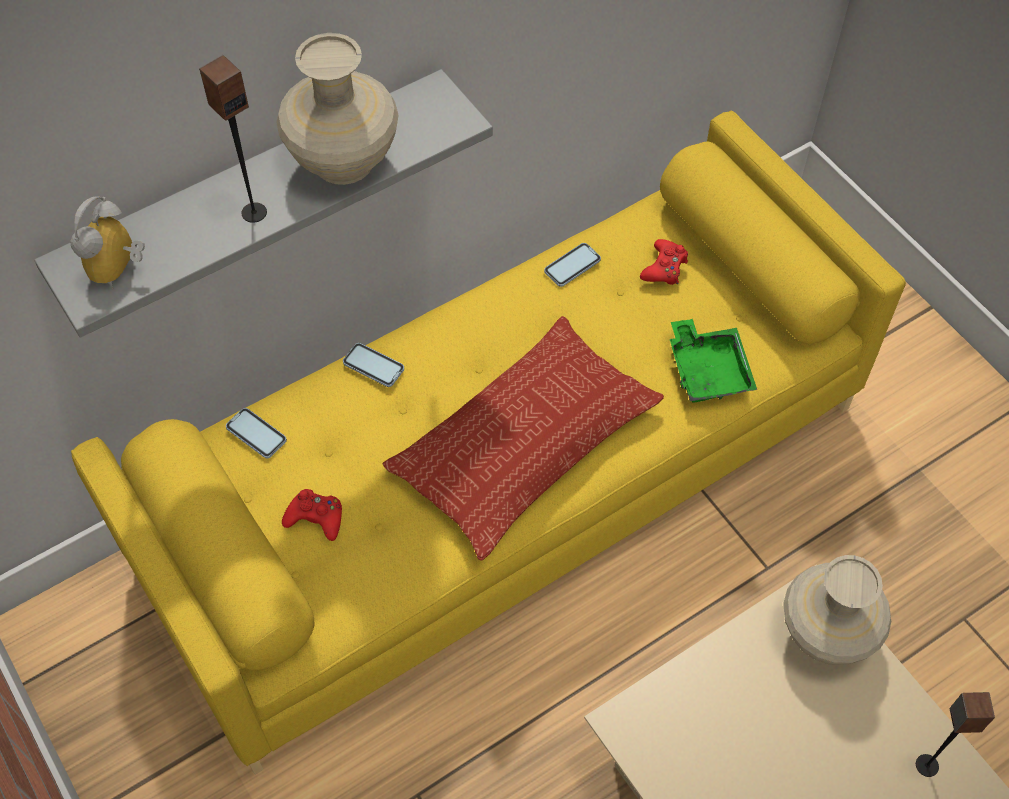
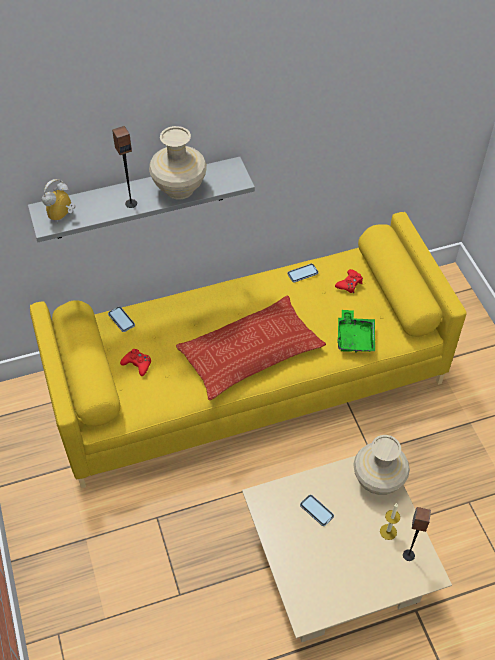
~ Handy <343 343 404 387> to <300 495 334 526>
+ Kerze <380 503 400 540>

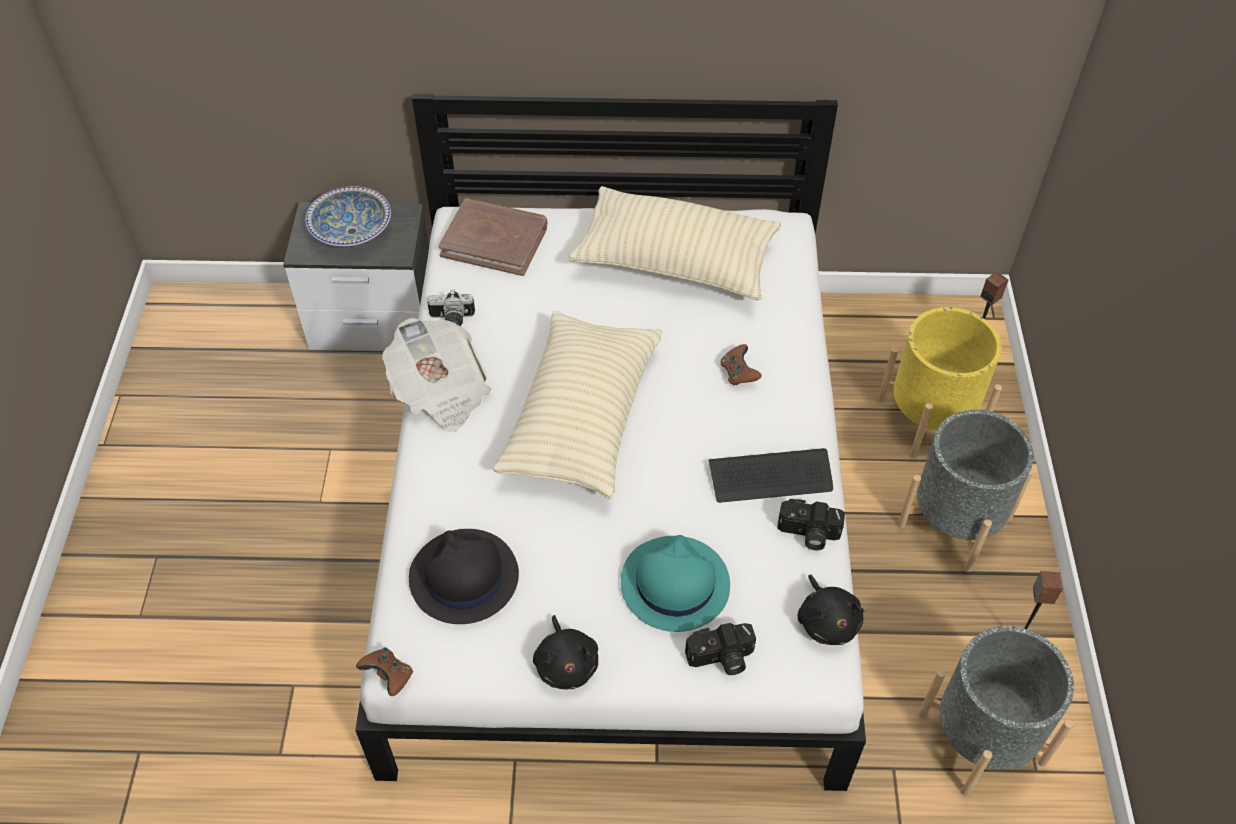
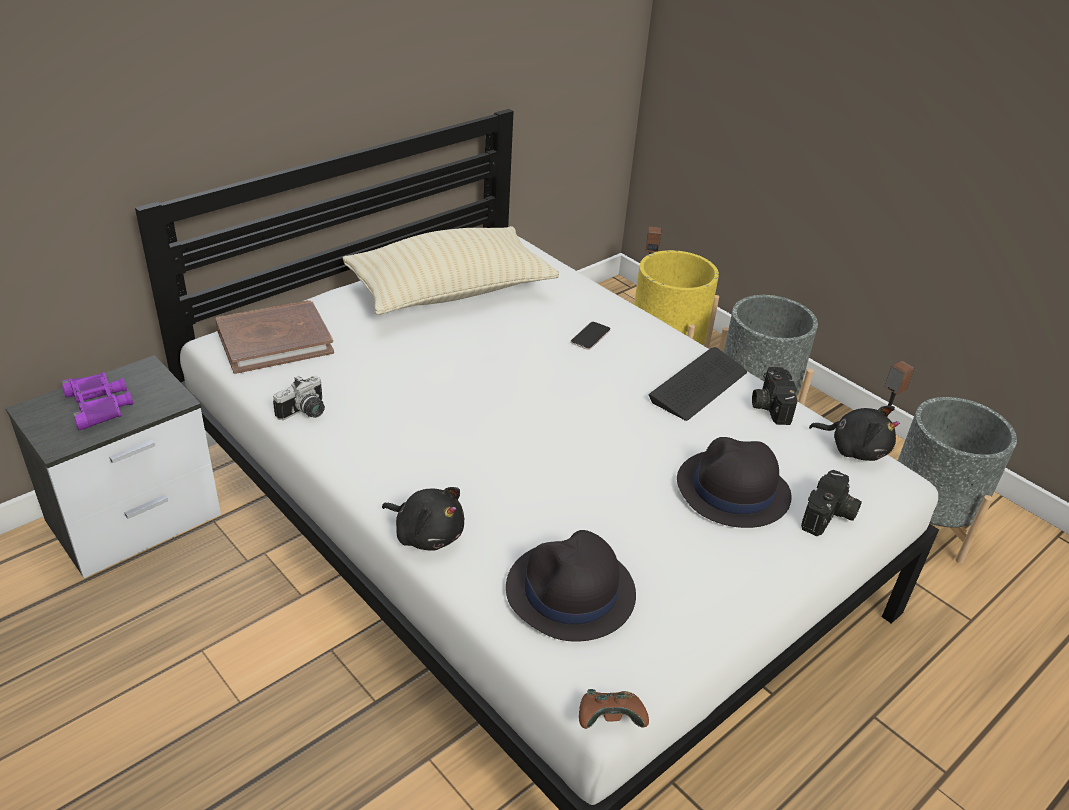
~ Schüssel <306 186 391 247> to Fernglas/lila <61 372 133 430>
- Zeitung <382 318 491 432>
- Kissen/beige <493 311 662 499>
~ Plüschtier/schwarz <533 615 598 689> to <382 487 464 551>
~ Hut/türkis <621 535 730 632> to Hut/schwarz <677 437 792 528>
~ Gamepad/braun <720 344 762 386> to Handy <570 322 611 350>
~ Kamera <777 499 845 550> = <752 367 798 425> 120 degrees clockwise

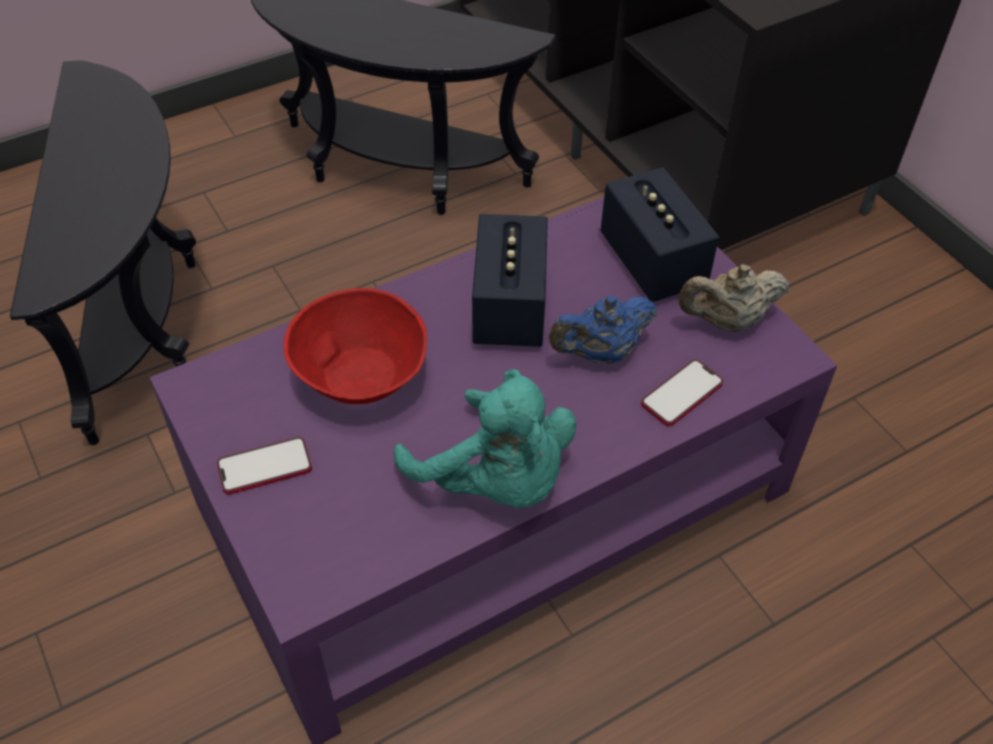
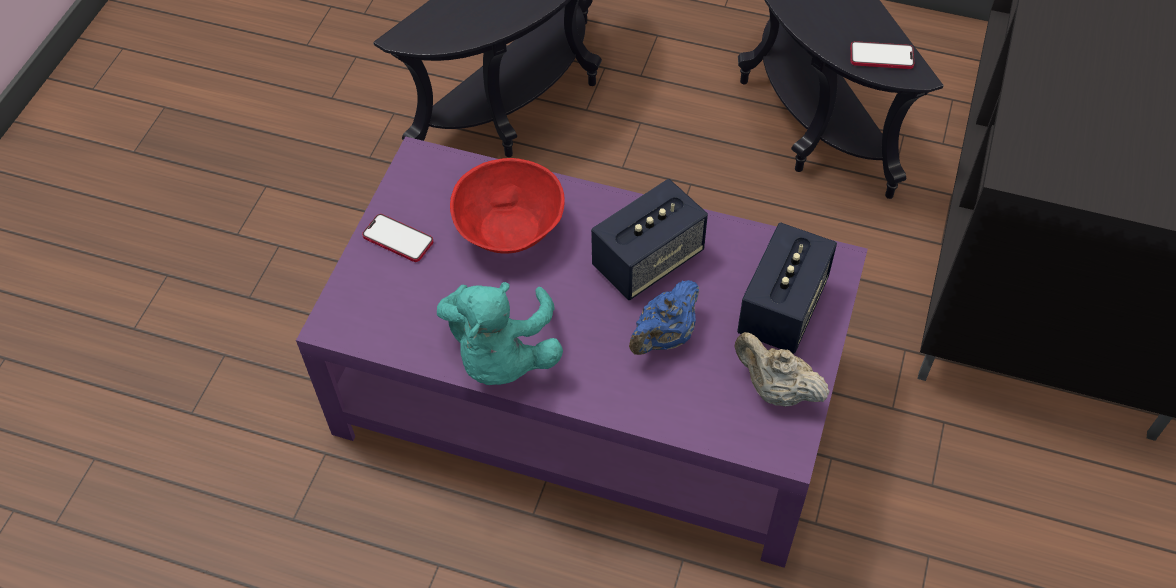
~ Teekanne/blau <549 296 657 363> = <629 280 699 355> 75 degrees counterclockwise
~ Handy <641 360 723 426> to <850 41 914 69>

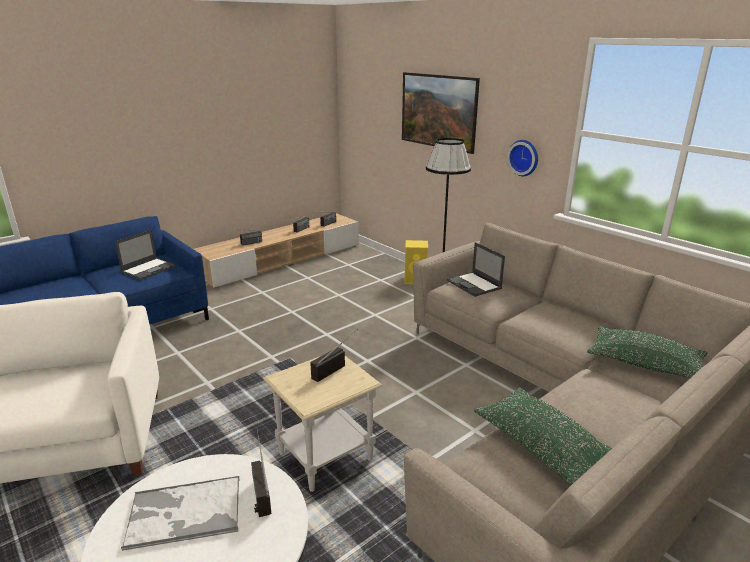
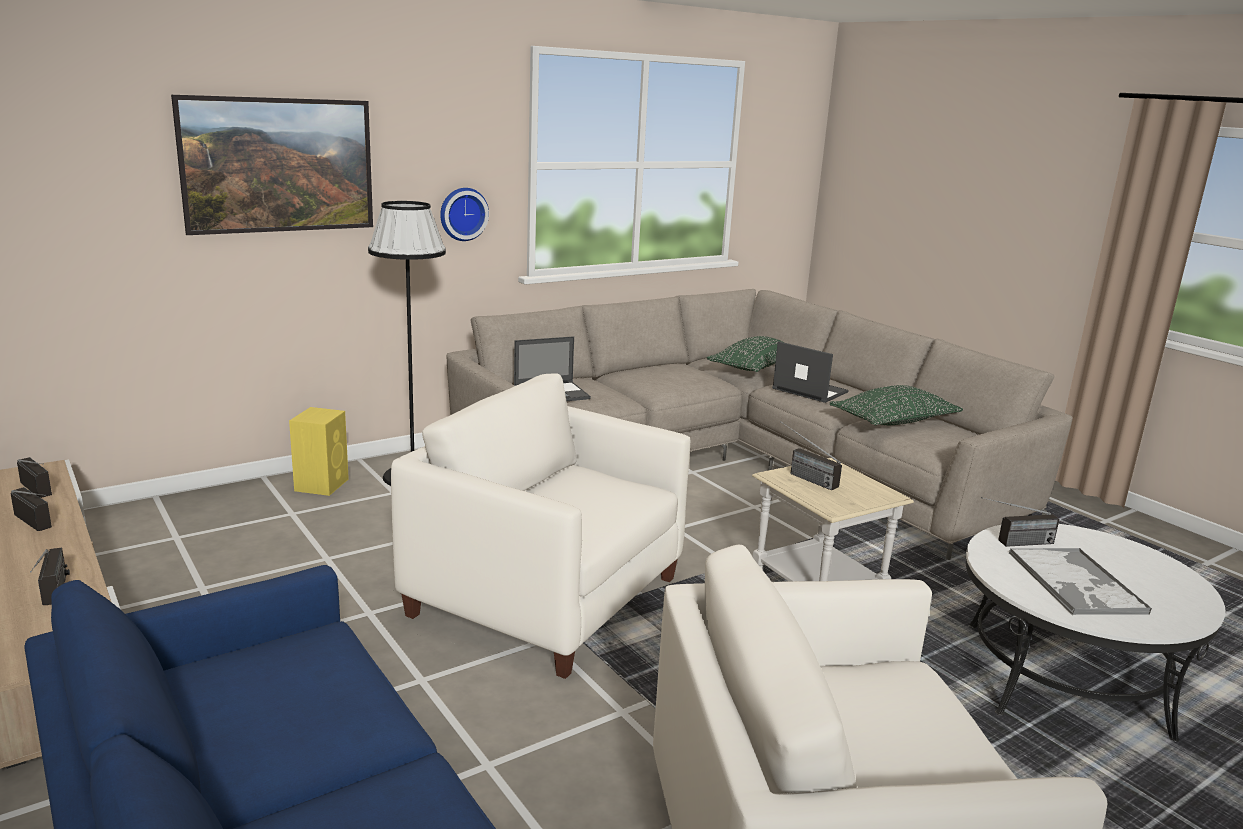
~ Laptop <115 229 176 280> to <772 341 849 403>
+ Sessel/weiß <391 373 690 679>

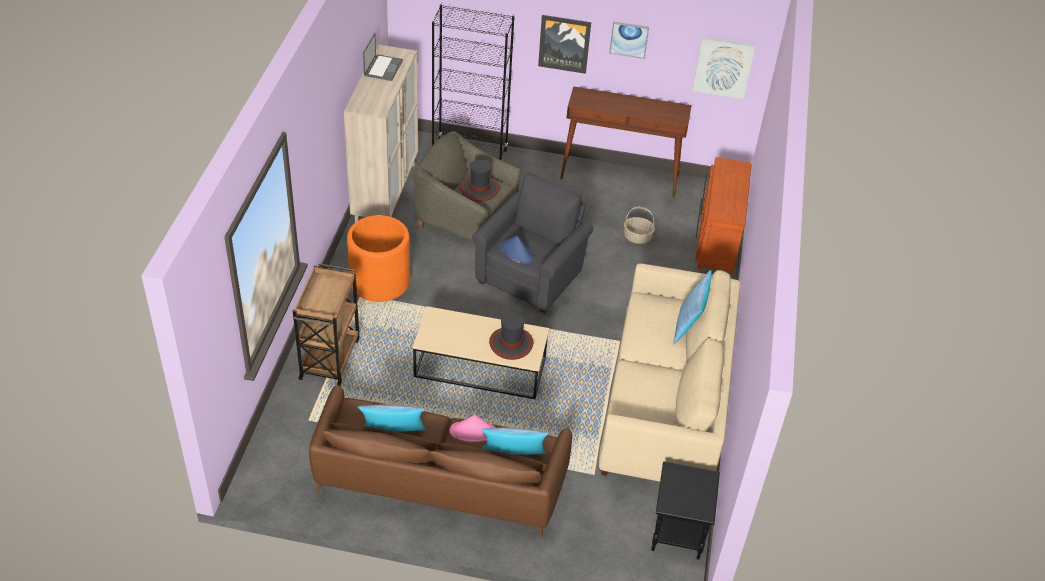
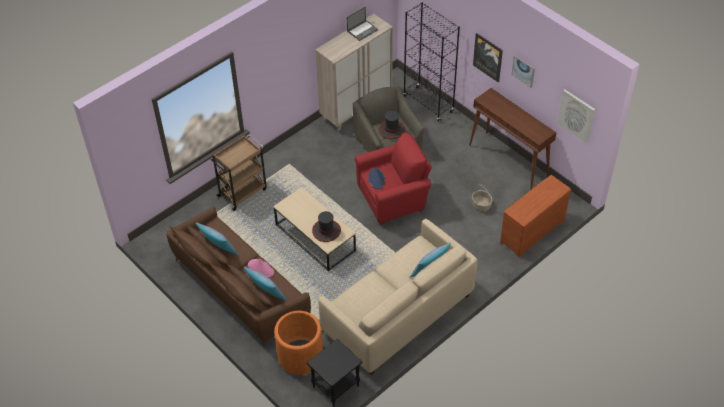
~ Pflanzkübel/orange <347 215 410 302> to <274 311 323 375>
~ Sessel/grau <472 173 593 313> to Sessel/rot <355 133 432 225>

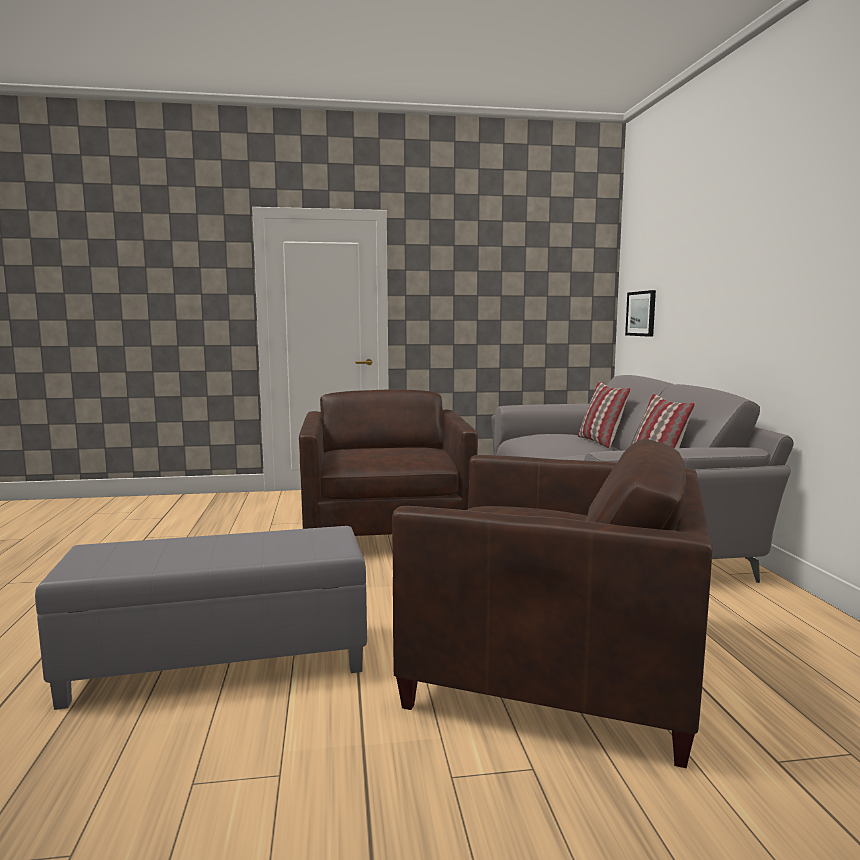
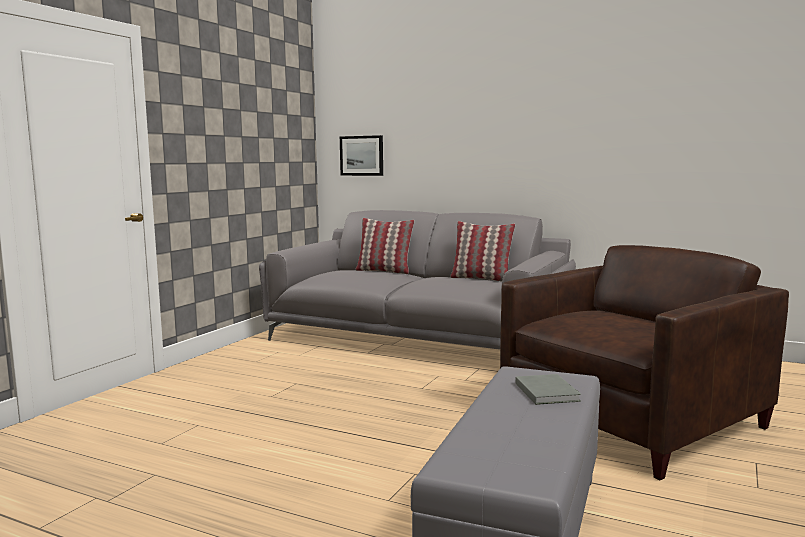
- Sessel/braun <299 390 478 536>
+ Buch/grau <515 374 581 405>

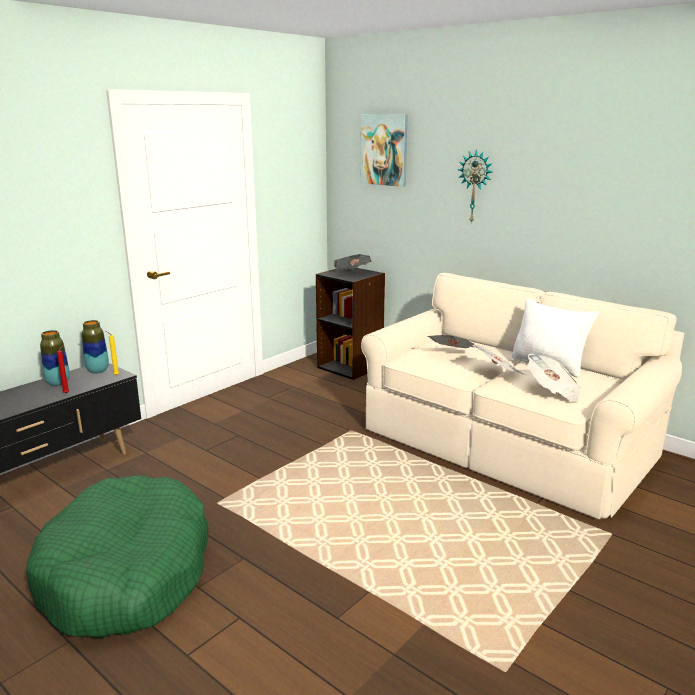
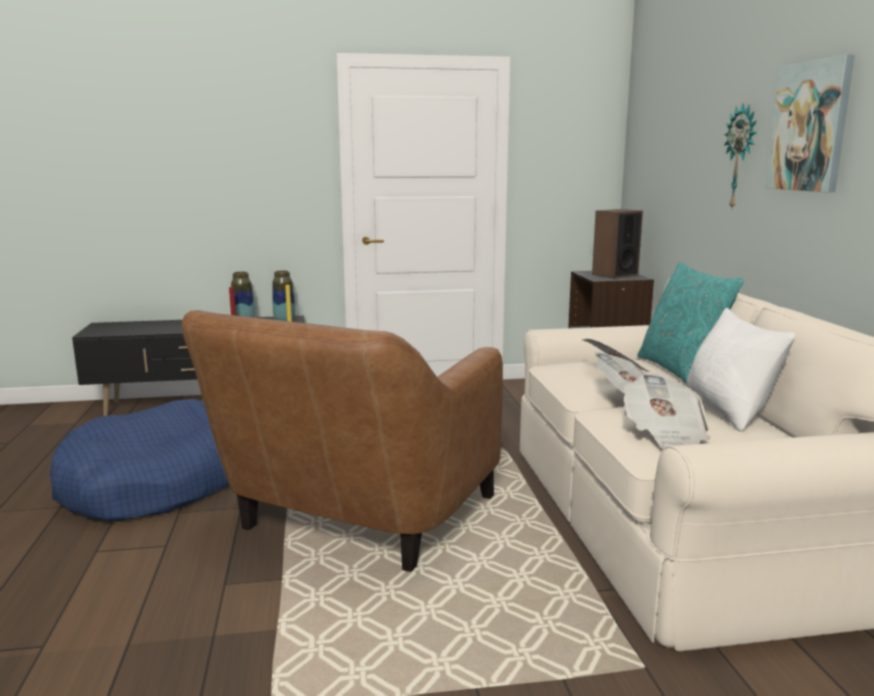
~ Hundebett/grün <26 475 208 638> to Hundebett/blau <49 399 229 521>
~ Zeitung <334 254 371 269> to Lautsprecher <592 209 643 279>
~ Bild <361 114 408 187> to <765 54 855 192>
+ Sessel/braun <182 310 503 572>
+ Kissen/türkis <637 262 744 384>

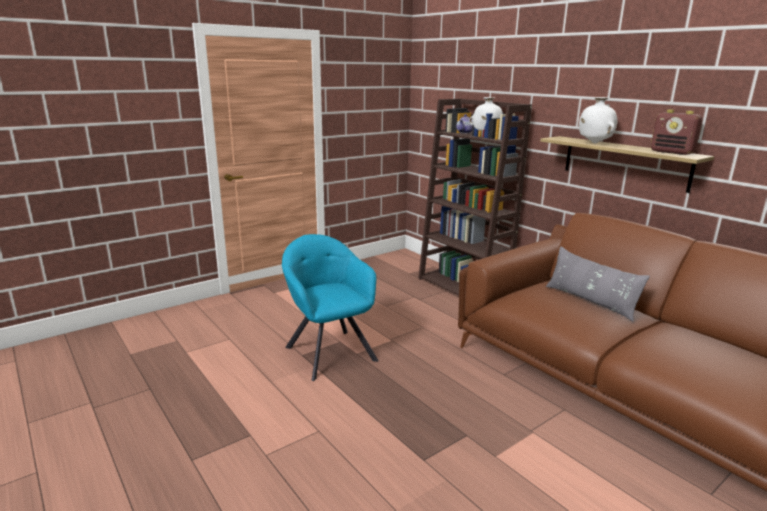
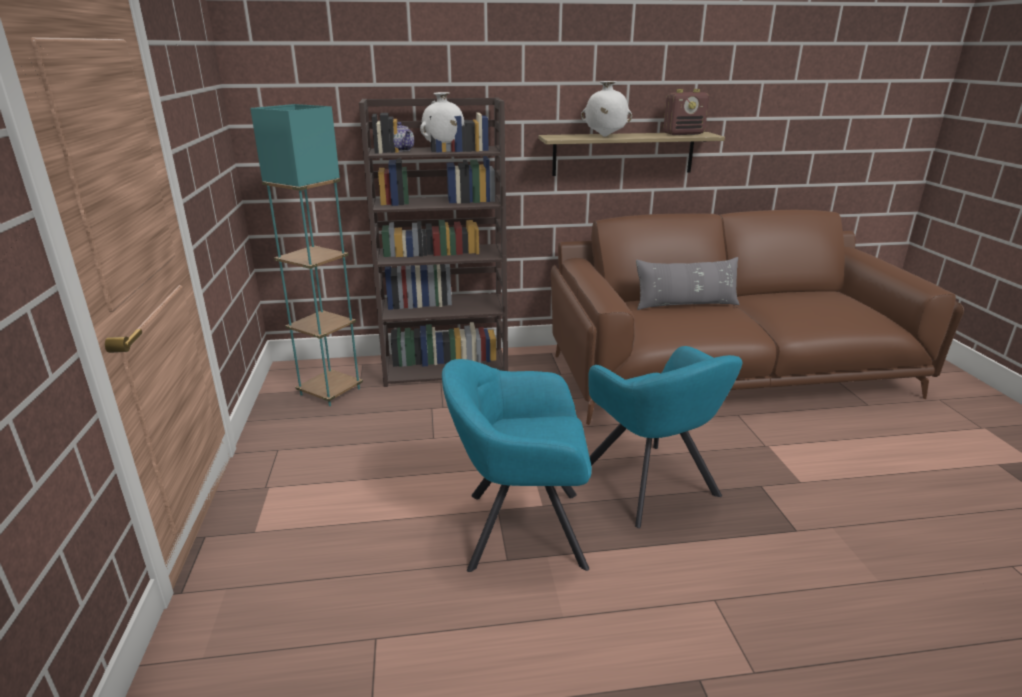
+ Stehlampe/türkis <250 104 363 406>
+ Sessel/türkis <588 346 742 528>

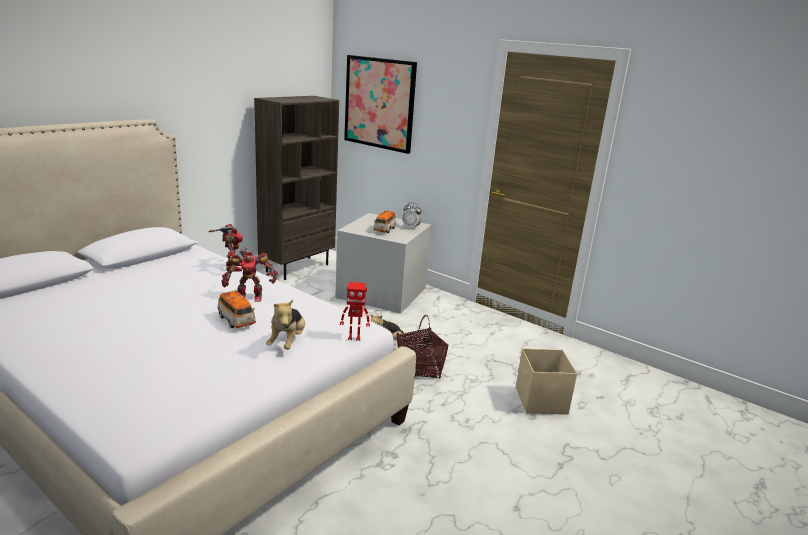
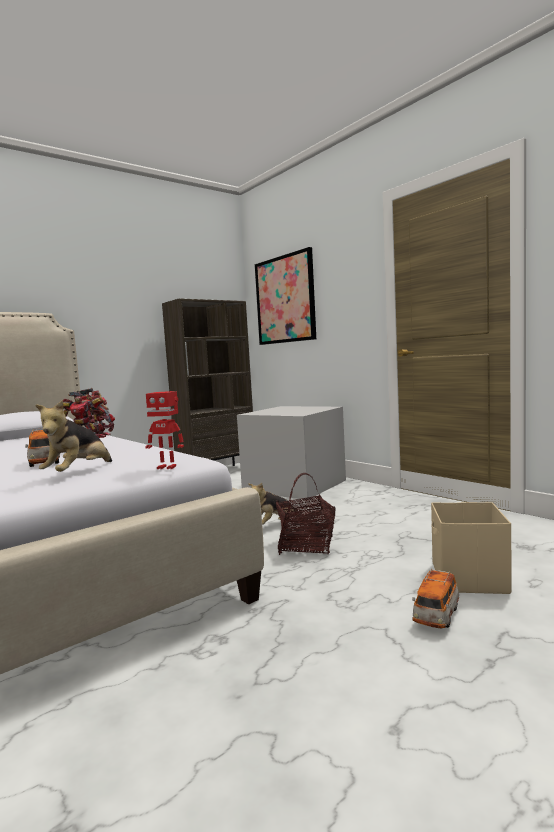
~ Spielzeugauto <373 210 396 233> to <412 569 459 629>
- Wecker <402 203 422 230>

